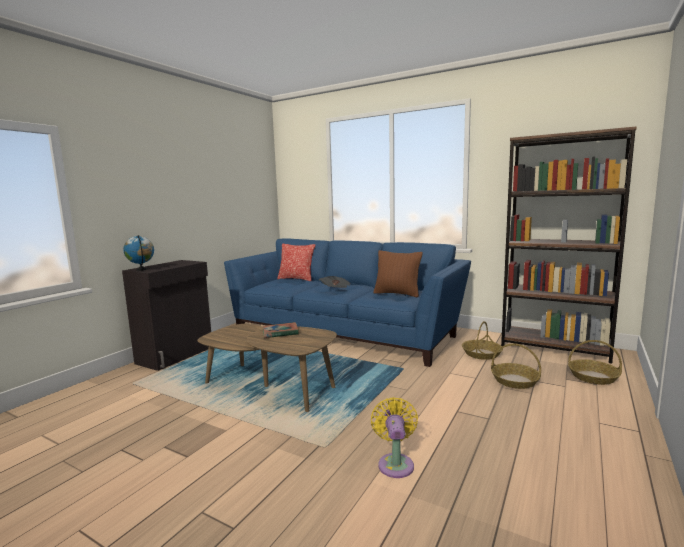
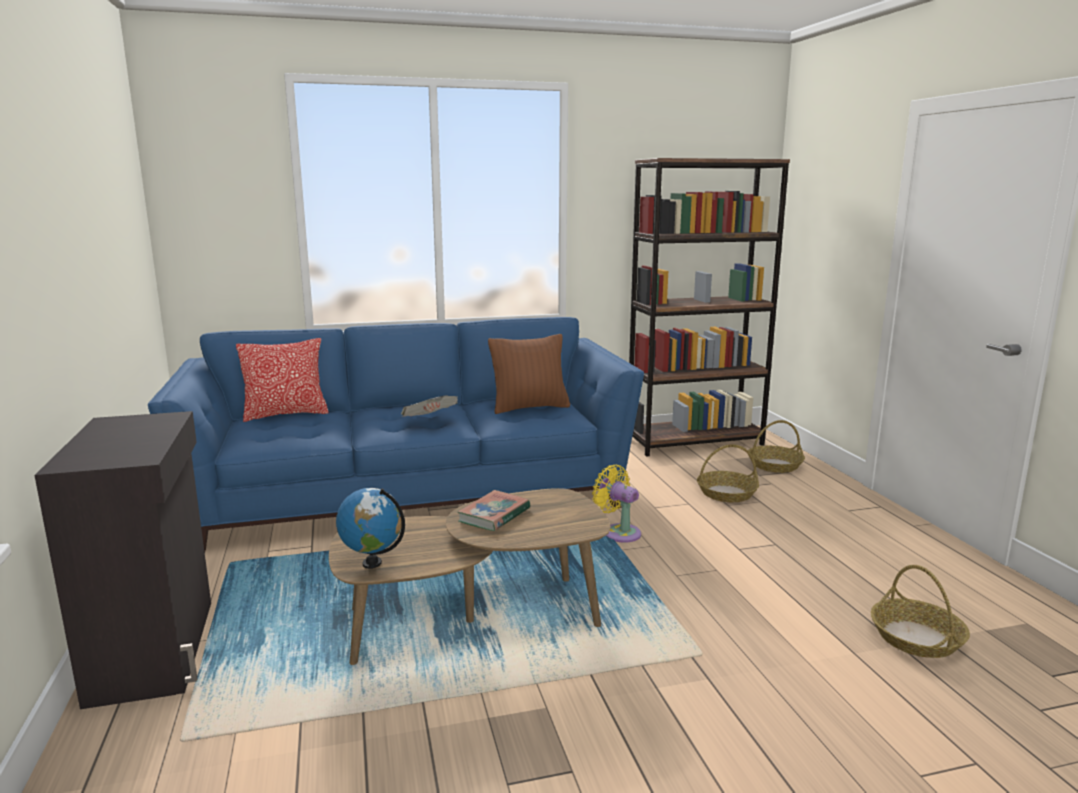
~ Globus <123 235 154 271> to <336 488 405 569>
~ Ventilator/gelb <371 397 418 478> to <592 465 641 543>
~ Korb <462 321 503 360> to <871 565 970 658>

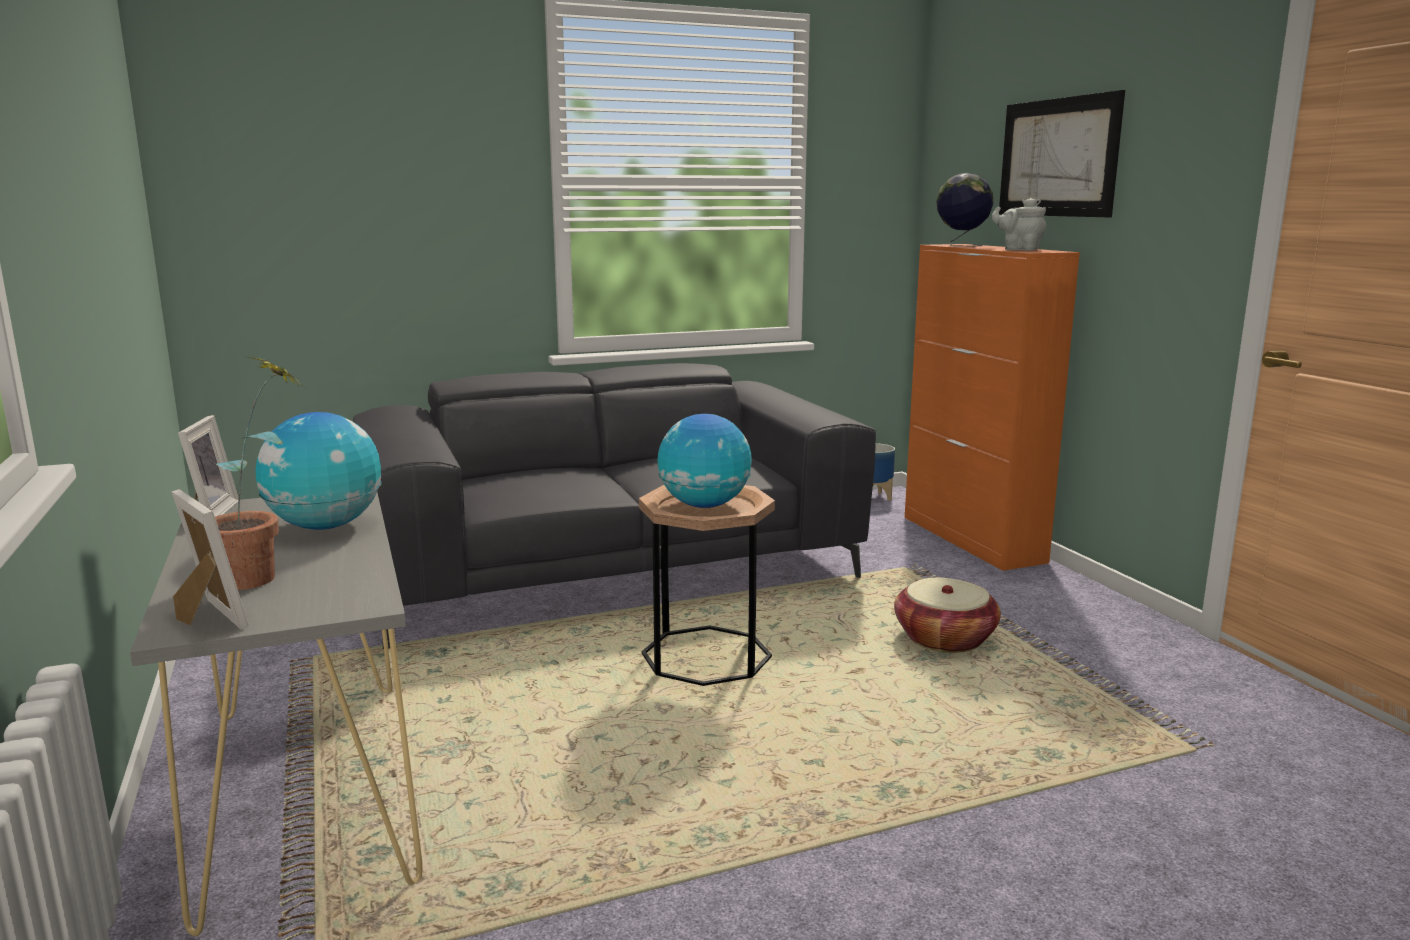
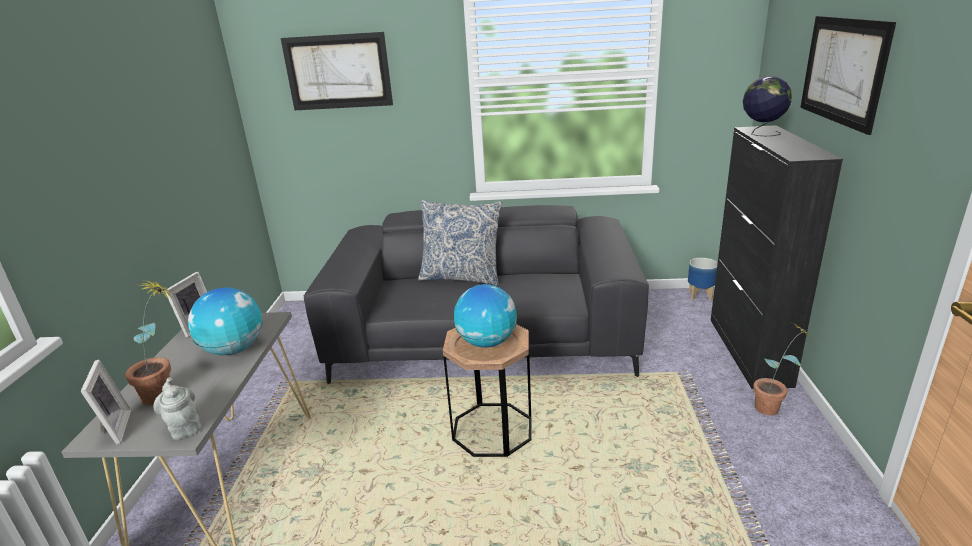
- Korb <894 578 1001 653>
~ Schrank/orange <905 244 1080 571> to Schrank/schwarz <711 125 843 389>
~ Teekanne/grau <992 198 1046 251> to <153 377 201 440>
+ Bild <281 32 393 110>
+ Kissen <418 200 502 286>
+ Topfpflanze <753 325 812 415>

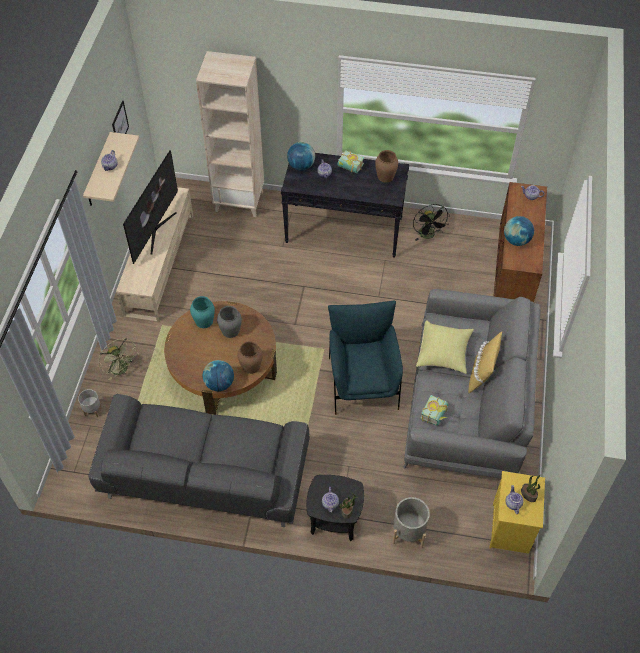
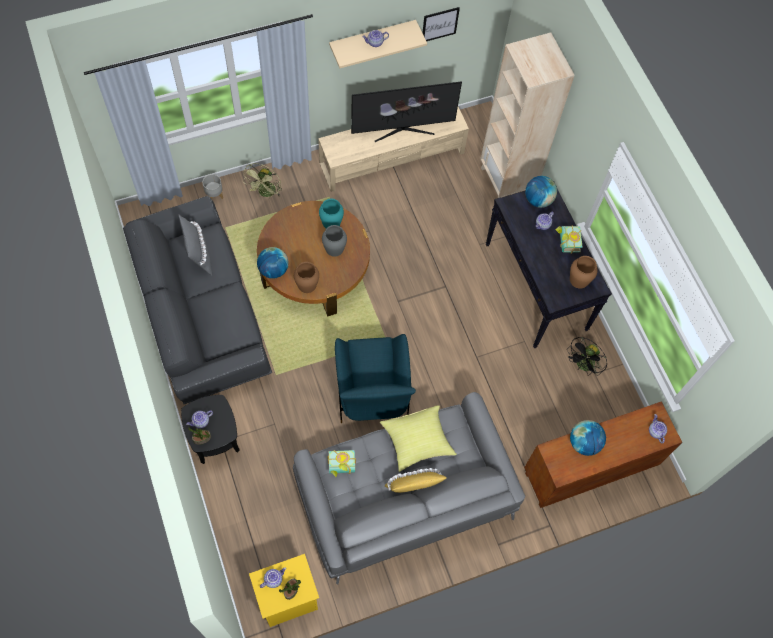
~ Sessel/blau <328 301 403 415> = <335 334 416 423> 120 degrees clockwise
- Pflanzkübel/grau <392 497 430 548>
+ Kissen/grau <178 214 212 276>

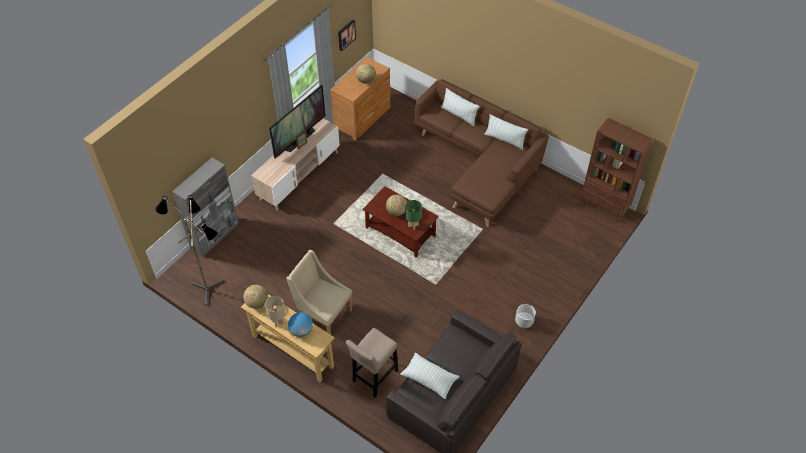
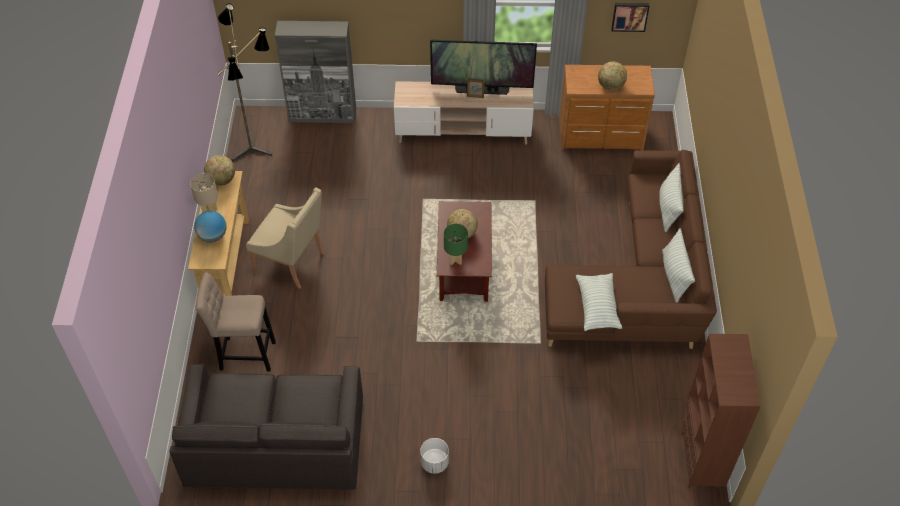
~ Sessel/beige <286 249 352 335> = <246 188 324 289> 120 degrees clockwise
~ Kissen <400 353 460 399> to <576 273 622 331>

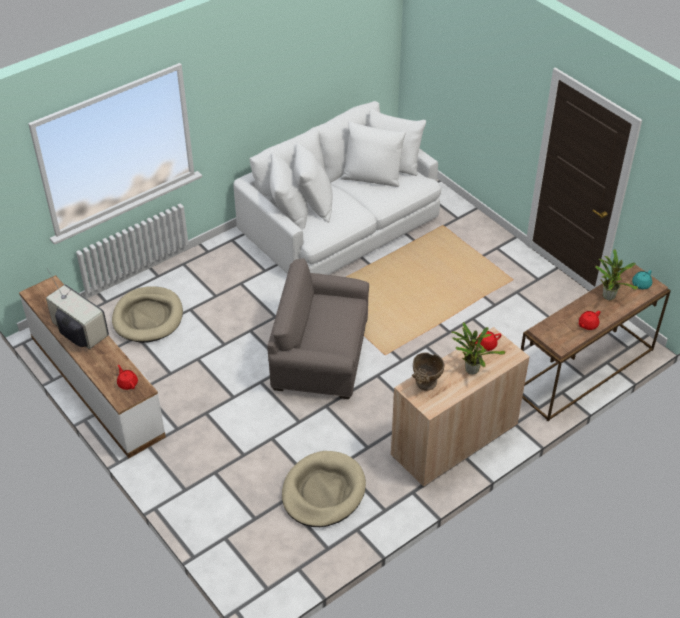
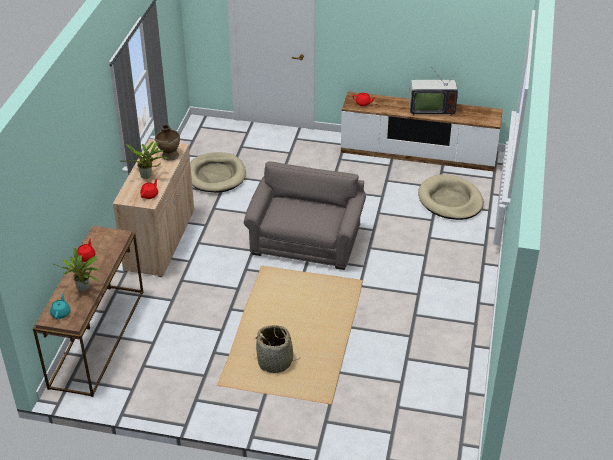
- Sofa/weiß <233 101 441 275>
~ Sessel/grau <267 259 369 399> = <244 161 366 270> 45 degrees counterclockwise
+ Korb <254 325 301 373>

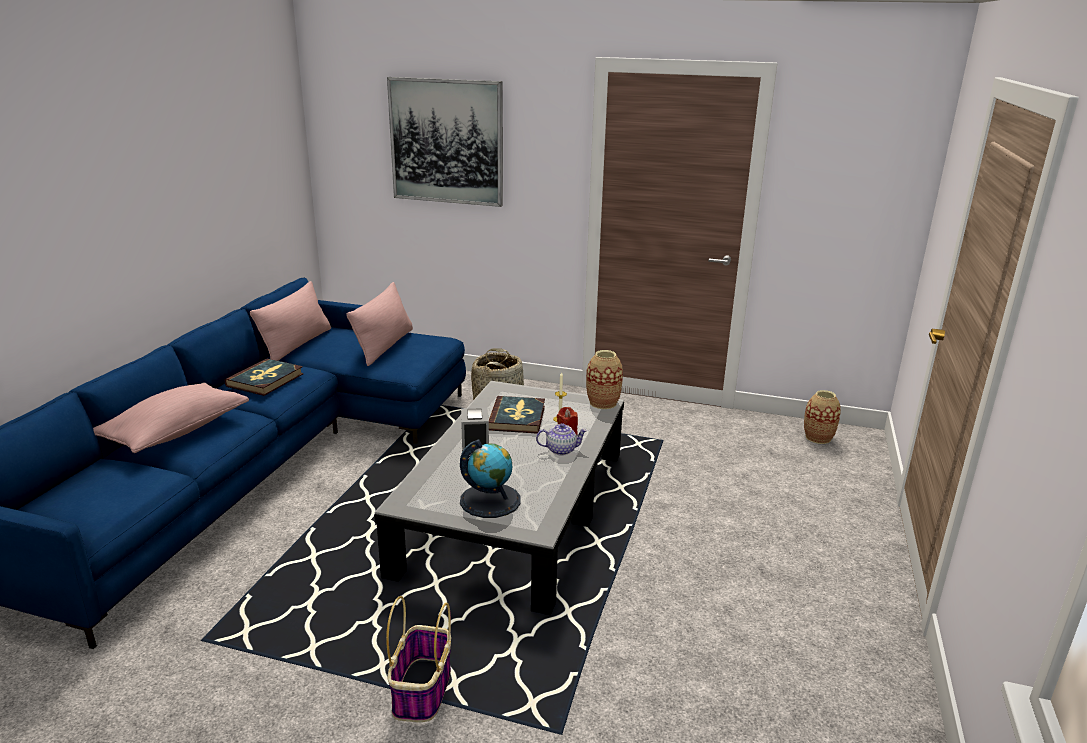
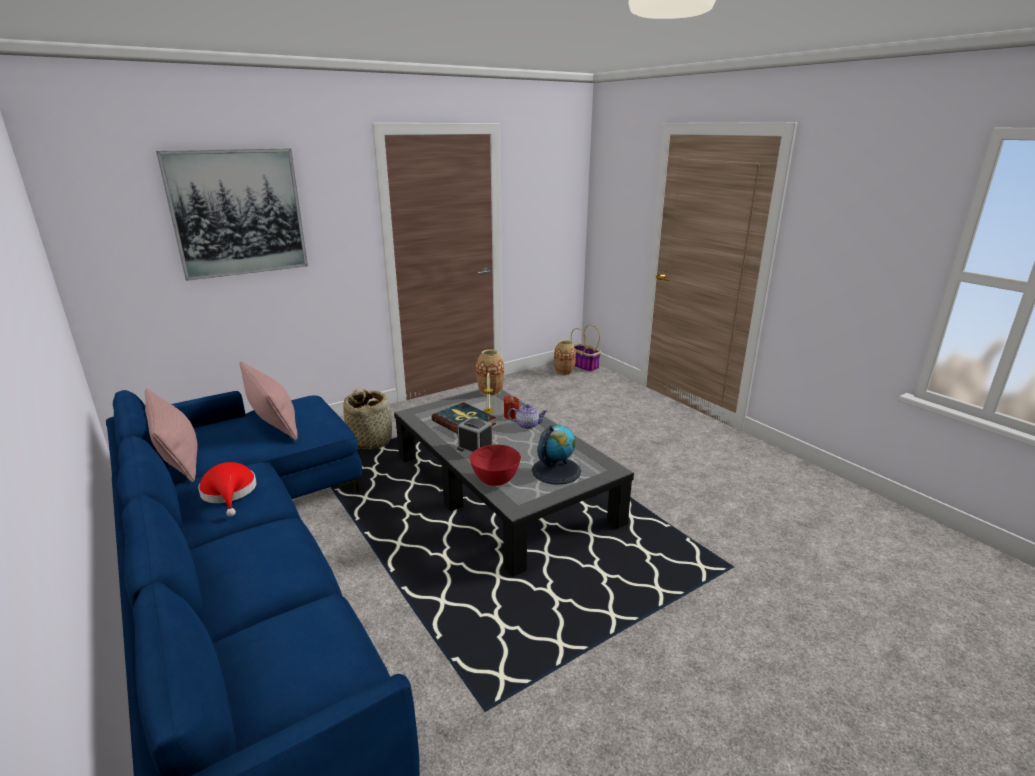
- Kissen/rosa <93 382 249 453>
~ Buch <225 359 304 396> to Hut/rot <198 462 256 516>
~ Korb <386 596 451 722> to <571 324 601 372>
~ Teekanne <536 423 587 456> = <508 404 548 429> 60 degrees clockwise
+ Schüssel/rot <470 445 521 486>

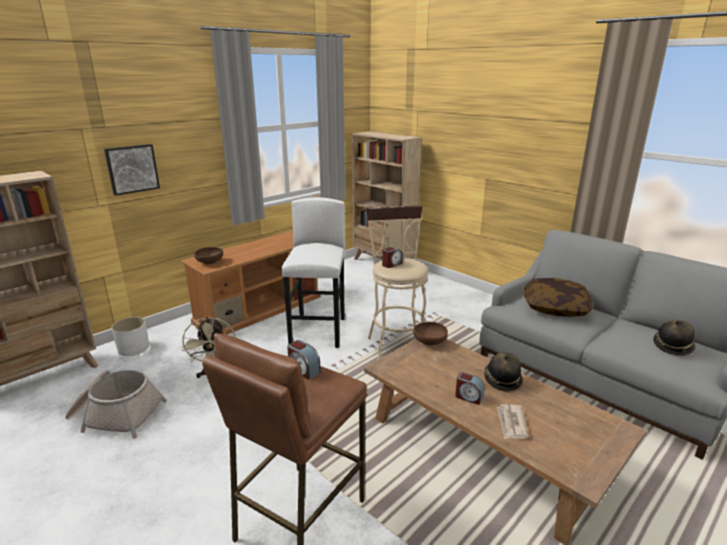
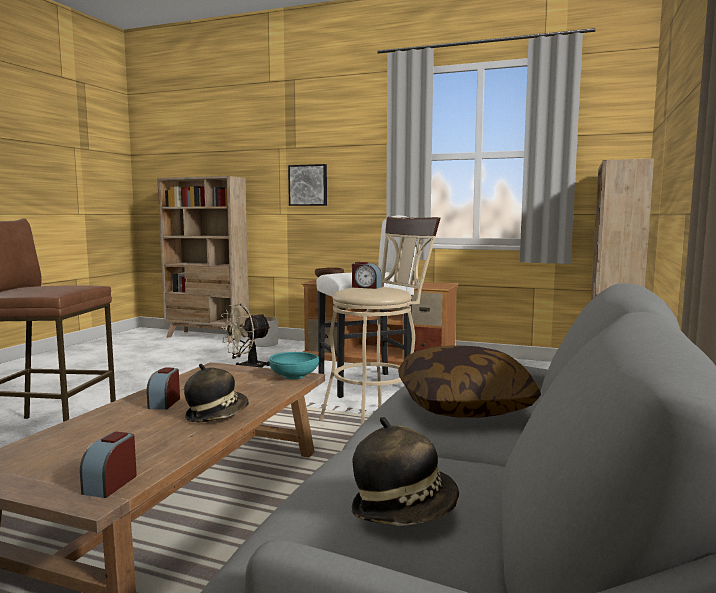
- Korb <65 370 167 439>
~ Wecker <287 340 321 380> to <80 432 137 498>
~ Schüssel/braun <413 322 448 345> to Schüssel/türkis <270 352 319 379>
- Zeitung <497 404 529 439>

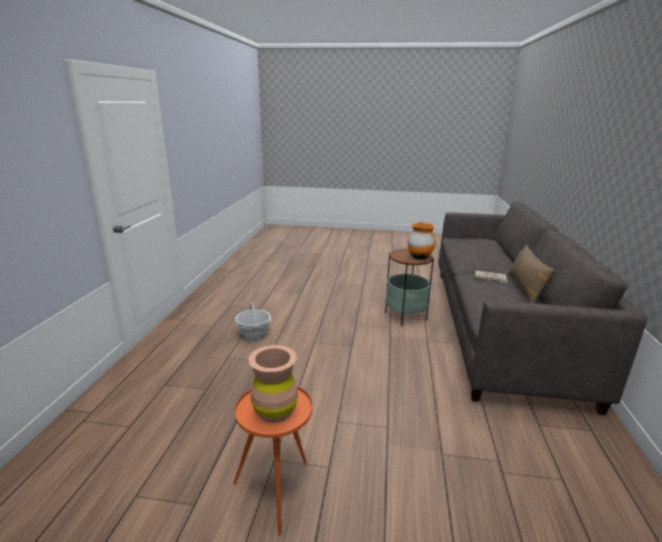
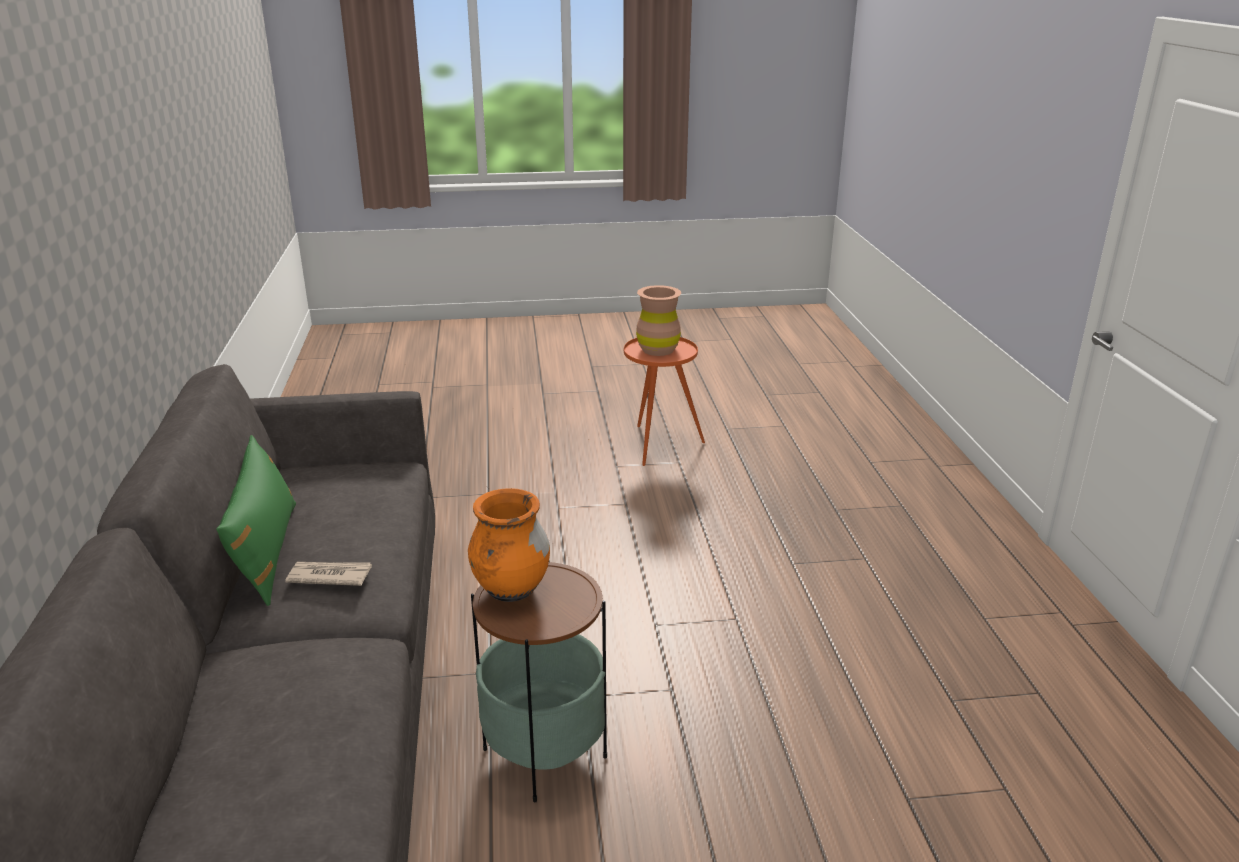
- Korb <235 302 271 341>
~ Kissen/braun <507 244 555 304> to Kissen/grün <216 435 296 606>

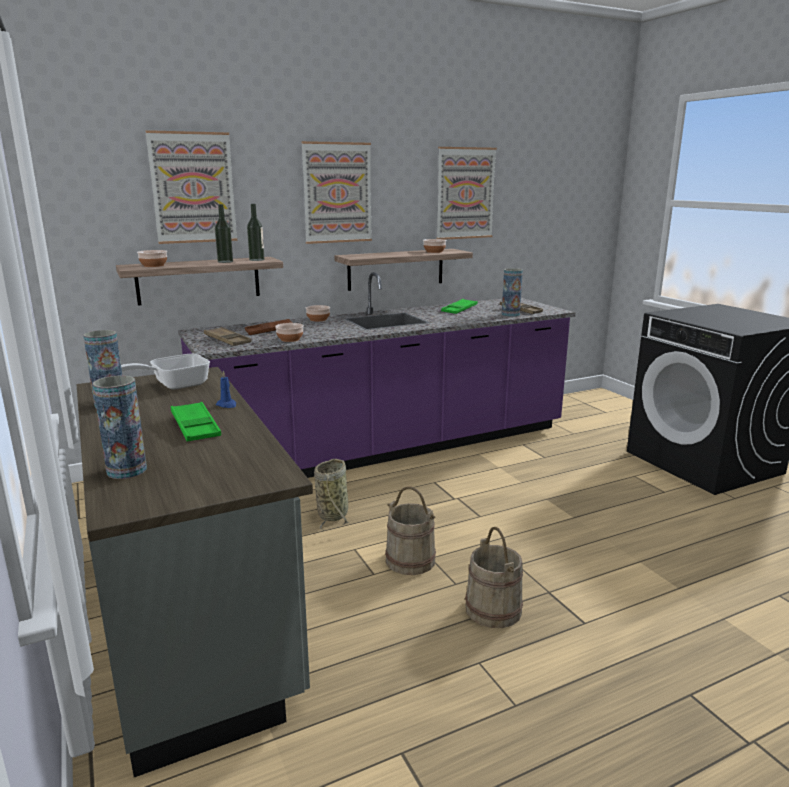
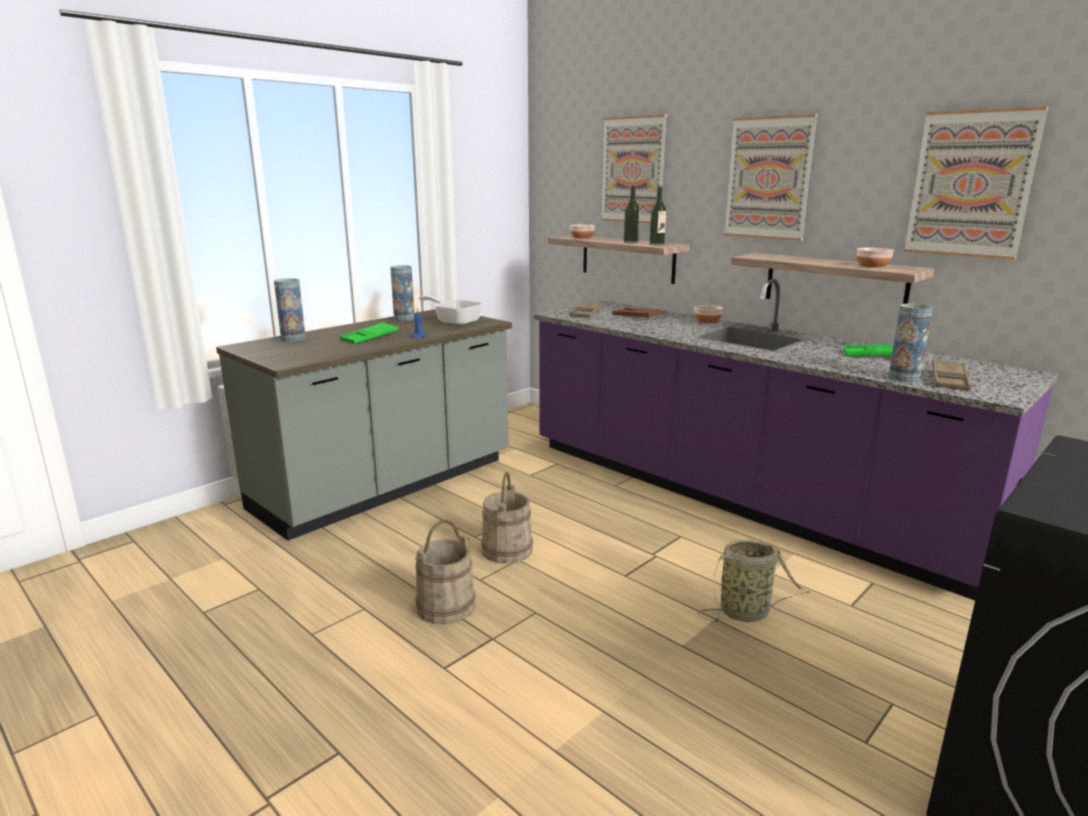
- Schüssel <275 323 304 342>
~ Korb <314 459 349 531> to <697 540 811 625>

